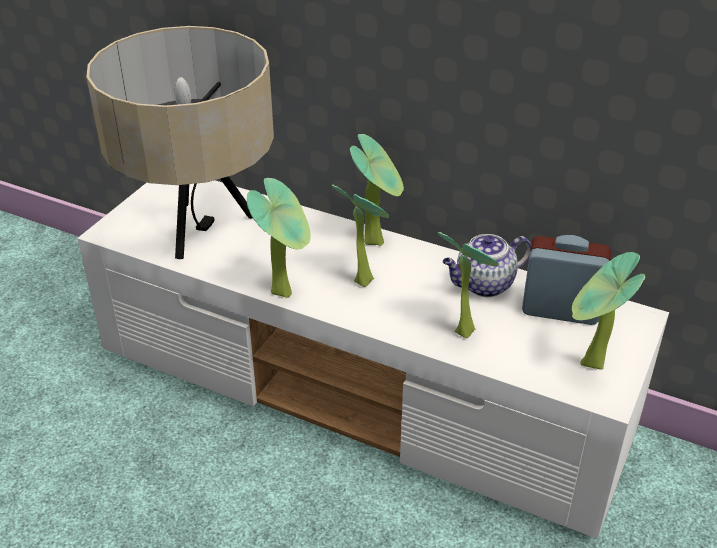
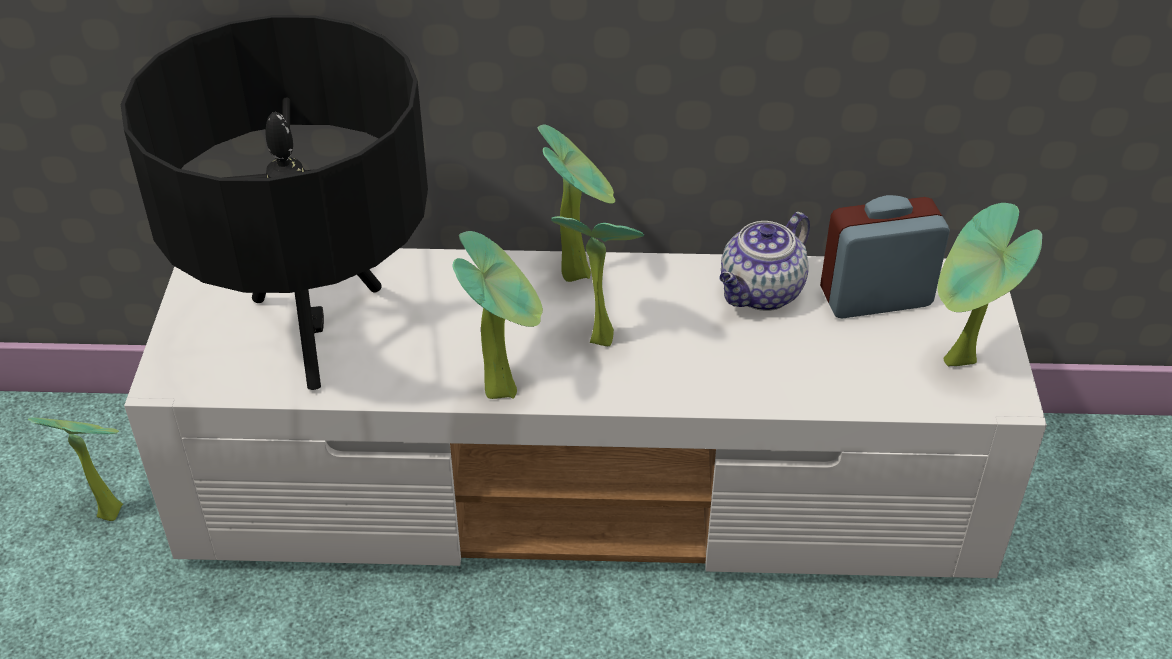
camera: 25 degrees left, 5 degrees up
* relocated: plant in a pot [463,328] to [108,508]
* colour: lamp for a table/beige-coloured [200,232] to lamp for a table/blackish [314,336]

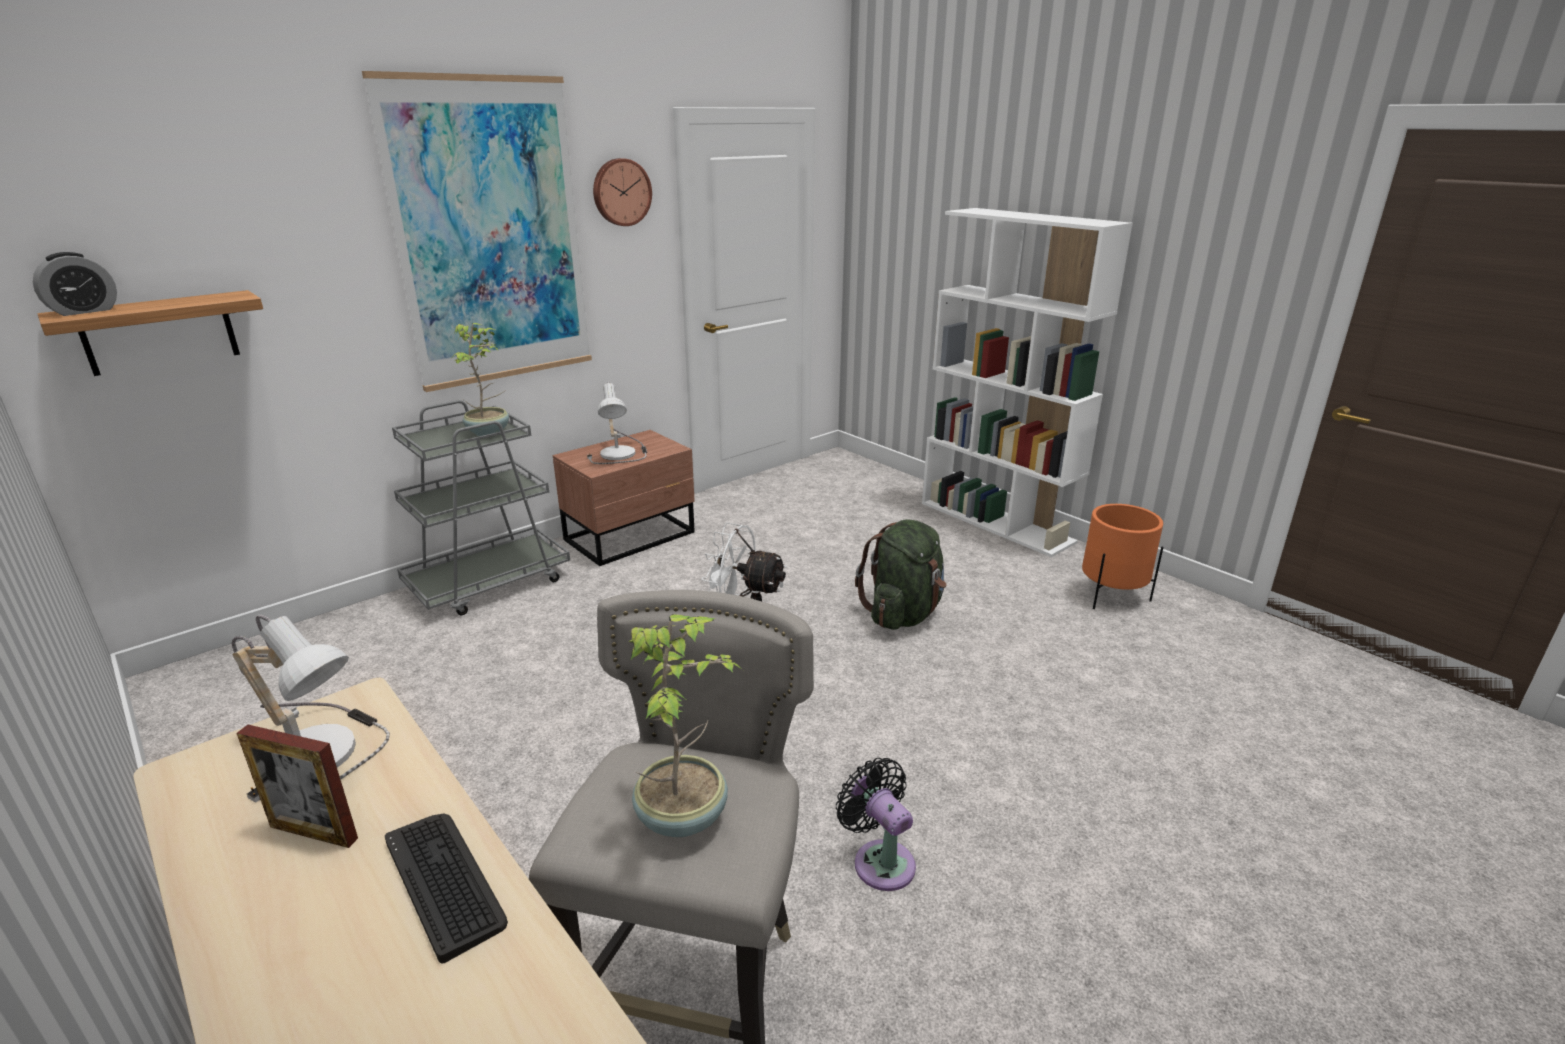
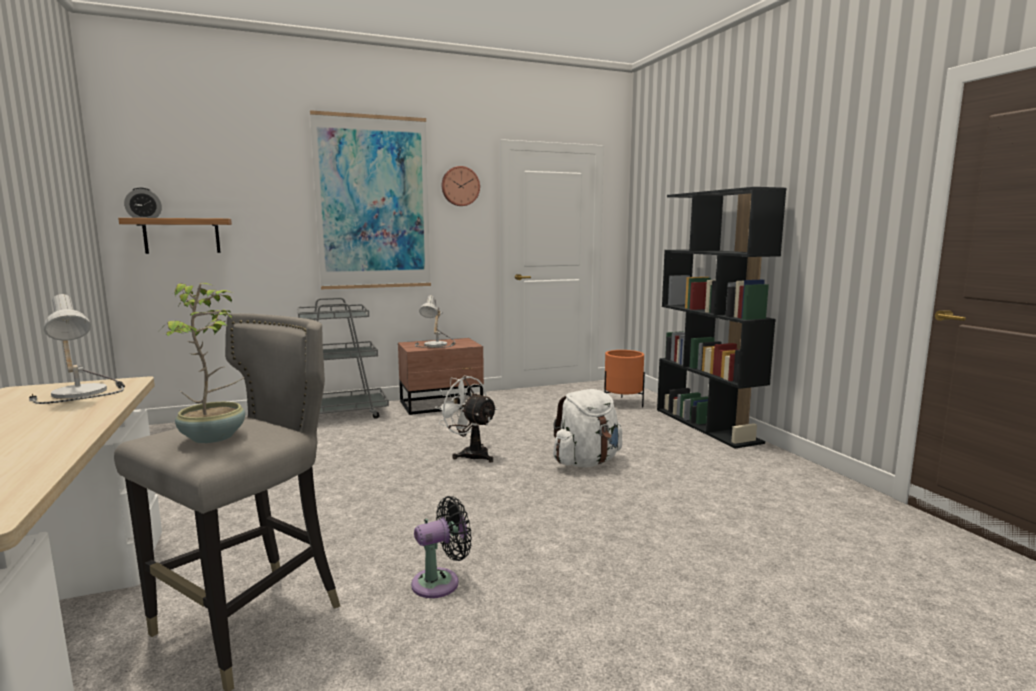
camera: 20 degrees right, 15 degrees down
* missing: picture frame [314,832]
* missing: PC keyboard [444,881]
* missing: plant in a pot [489,432]
* relocated: plant pot/orange-coloured [1111,595] to [623,403]
* colour: rucksack/green [903,614] to rucksack/whitish [586,462]
* colour: shelving unit/whitish [997,522] to shelving unit/blackish [707,425]
* spun: fan/blackish [880,860] = [440,582] 75 degrees clockwise

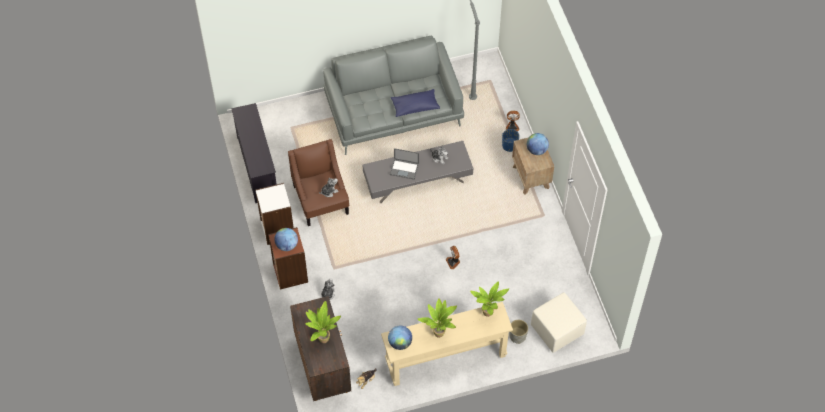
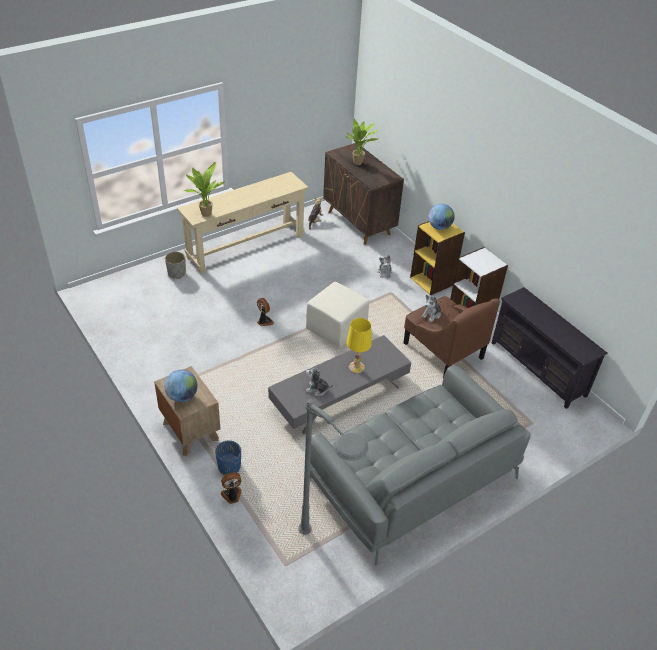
camera: 160 degrees right, 15 degrees down
* missing: world globe [400,343]
* missing: throw pillow/bluish [415,106]
* missing: plant in a pot [438,332]
* relocated: ottoman/beige-coloured [556,330] to [336,328]
* exchanged: portable computer [404,169] to lamp for a table/yellow [356,367]
* colour: shelving unit/brown [290,273] to shelving unit/yellow [432,281]

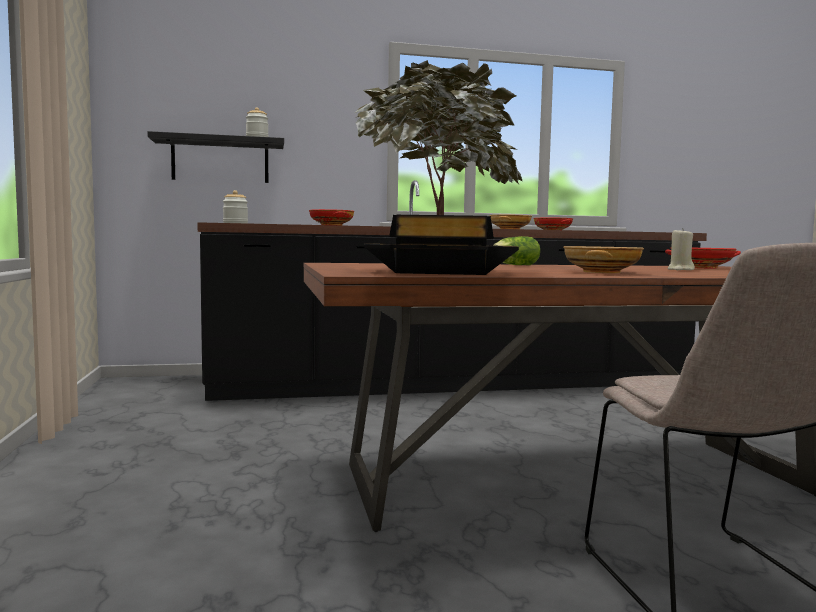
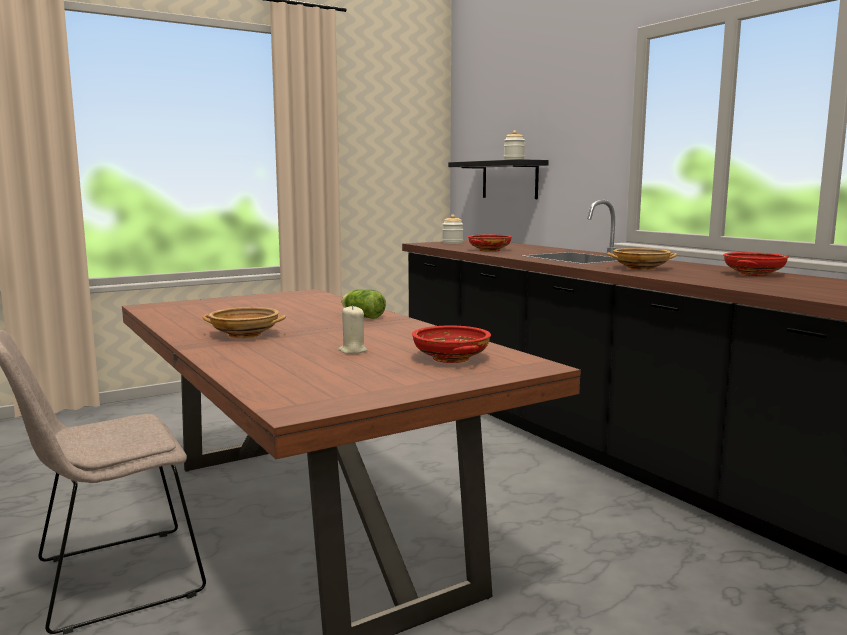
camera: 70 degrees right, 5 degrees up
* missing: plant in a pot [440,271]

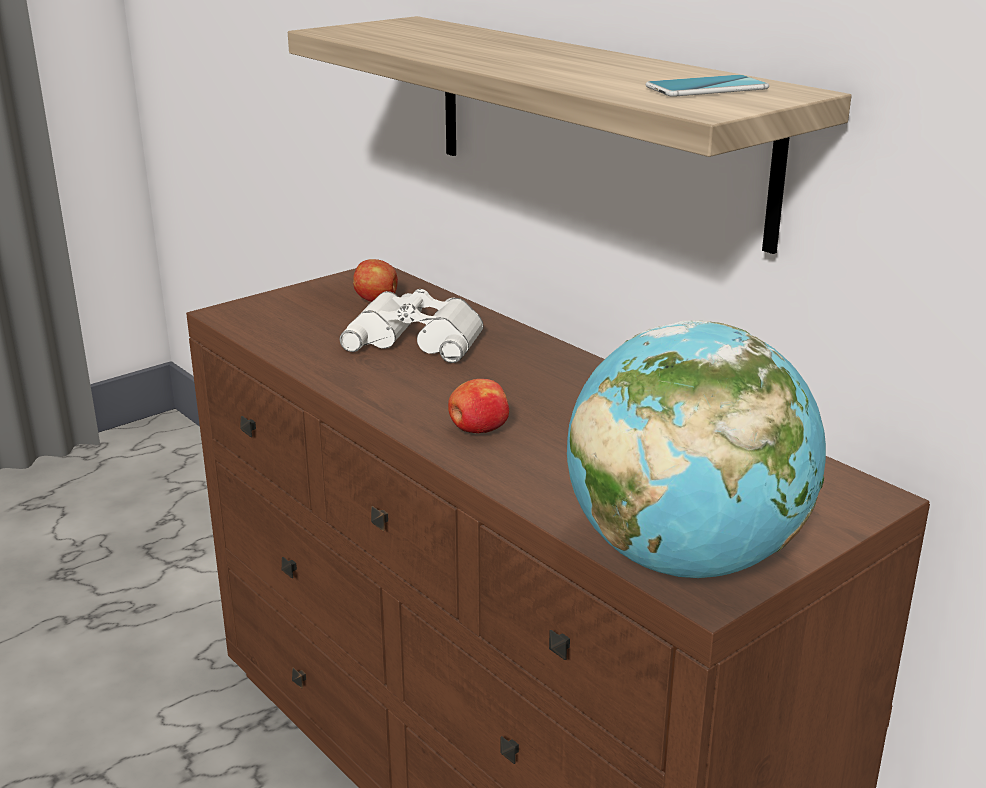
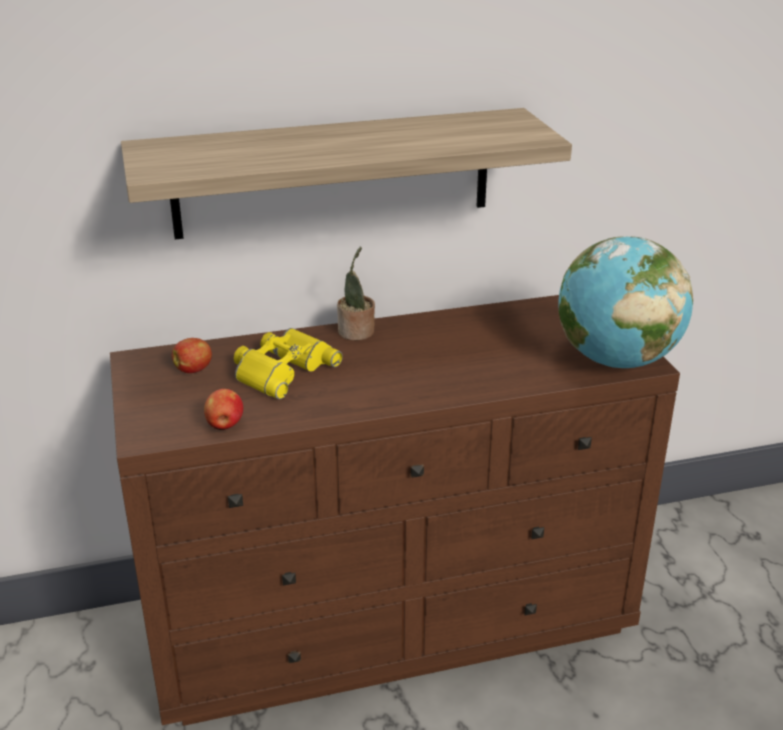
camera: 65 degrees left, 5 degrees up
* missing: handset [707,88]
* appeared: plant in a pot [356,333]
* relocated: apple fruit [478,430] to [224,425]
* colour: field glasses/whitish [418,338] to field glasses/yellow [282,369]

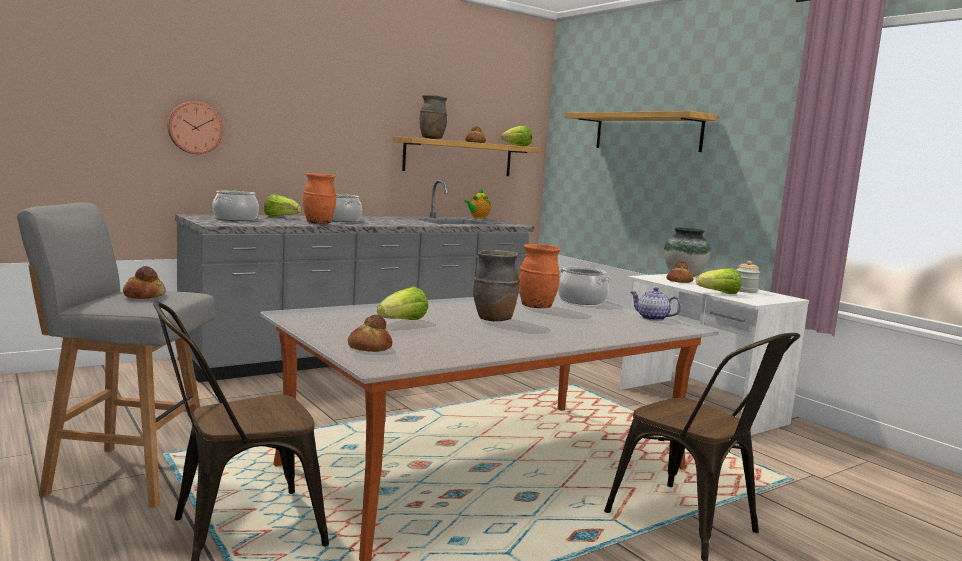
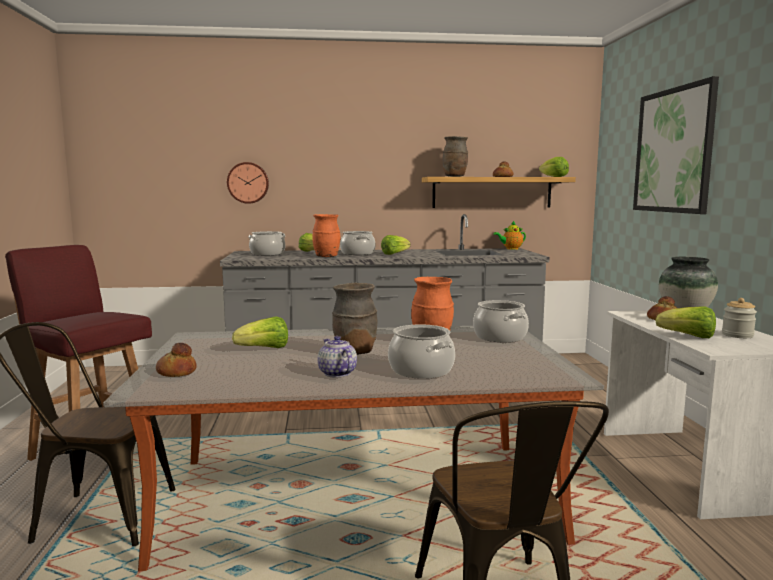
camera: 30 degrees right, 0 degrees up
* missing: bread [143,295]
* appeared: lettuce [394,254]
* appeared: cooking pot [421,370]
* relocated: tea pot [652,318] to [336,373]
* exchanged: wall shelf [647,132] to picture [673,150]
* colour: stool seat/gray [126,475] to stool seat/red-coloured [92,453]

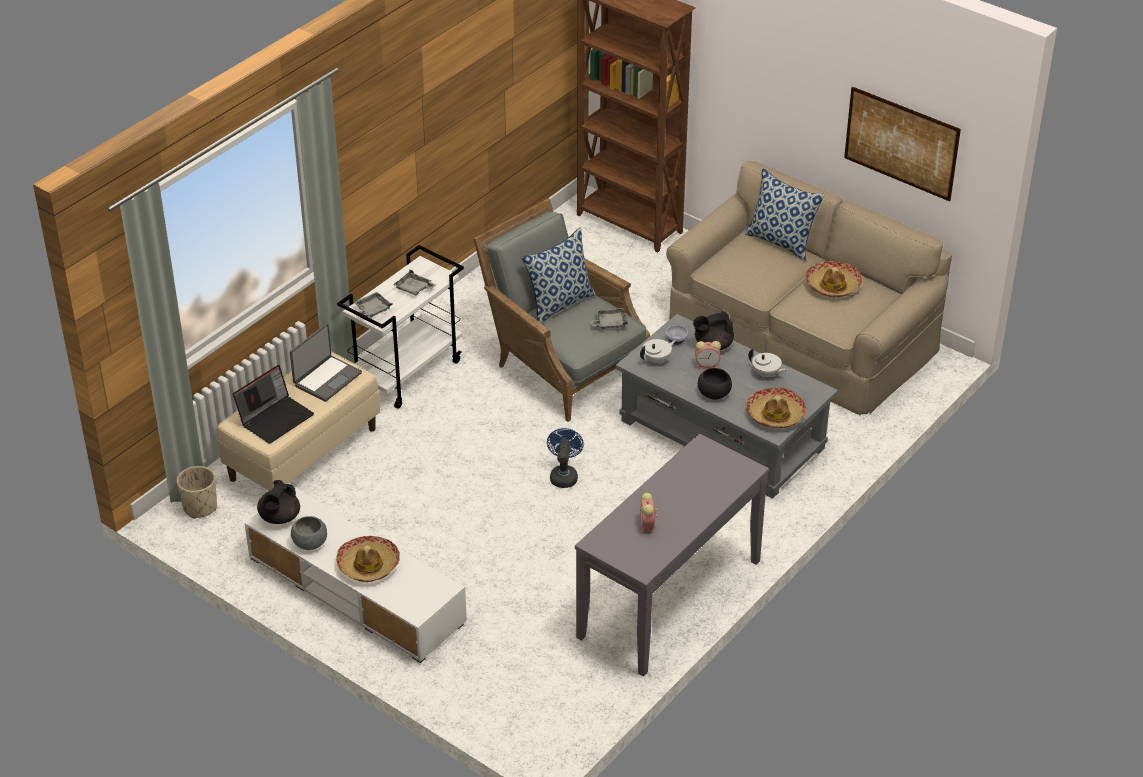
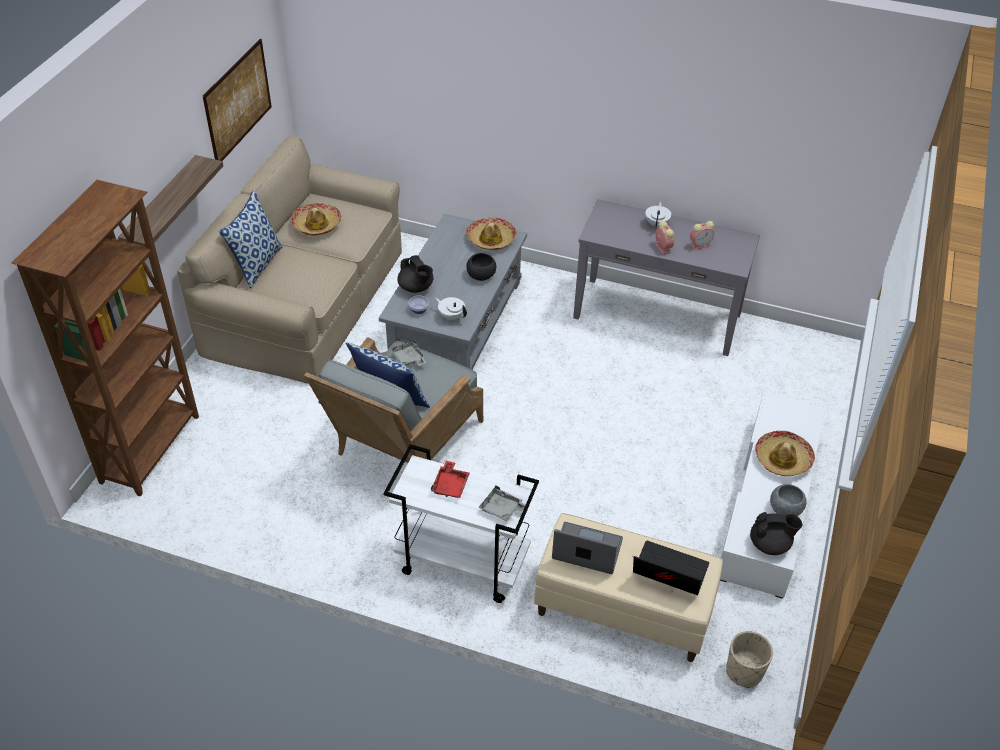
camera: 110 degrees left, 5 degrees up
* missing: fan/bluish [564,475]
* appeared: wall shelf [161,208]
* relocated: table clock [708,365] to [662,247]
* relocated: tea pot/whitish [766,374] to [657,224]
* colour: serving tray/gray [414,288] to serving tray/red-coloured [450,485]

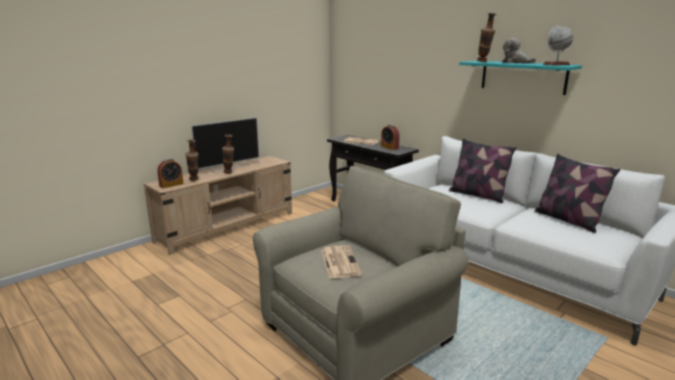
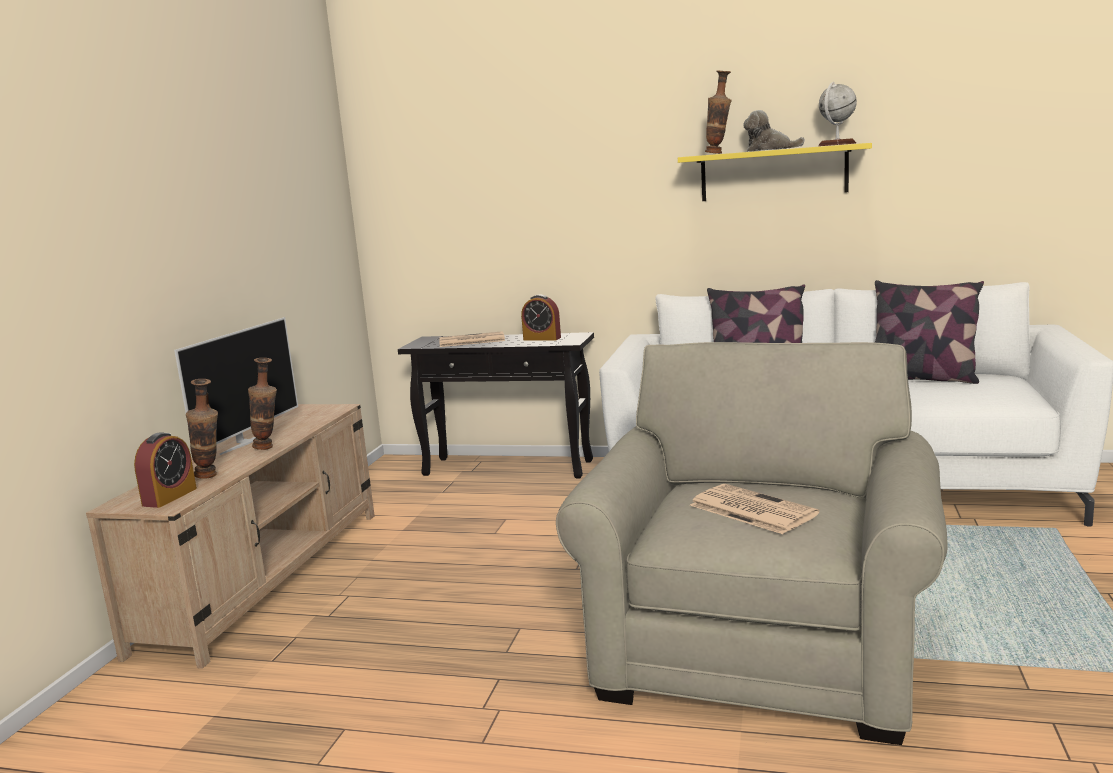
camera: 30 degrees left, 5 degrees down
* colour: wall shelf/blue-green [523,77] to wall shelf/yellow [773,173]

